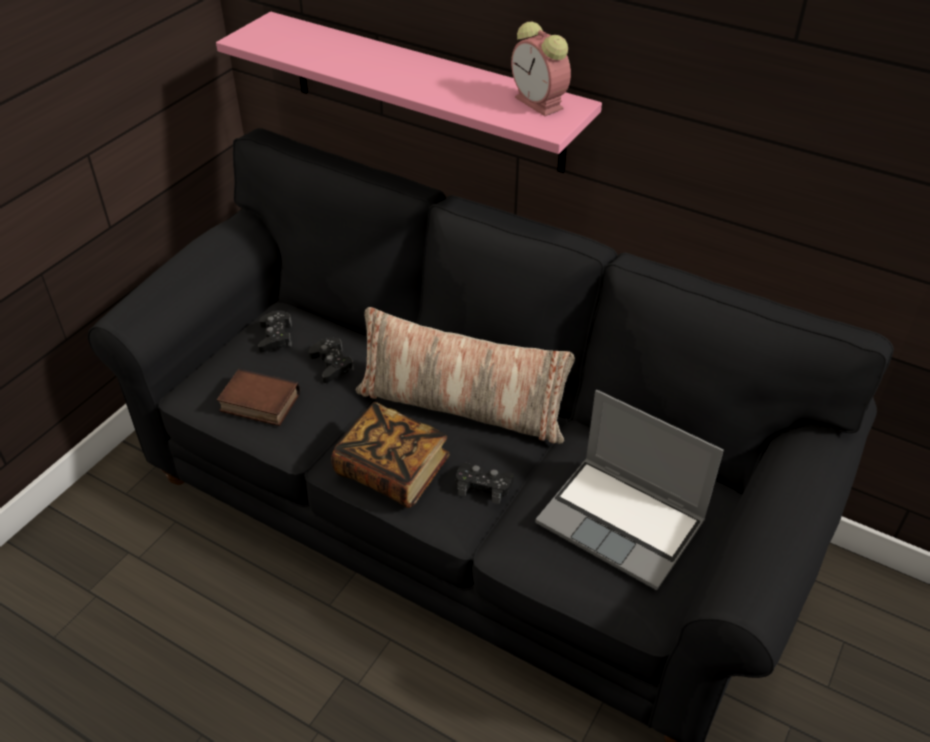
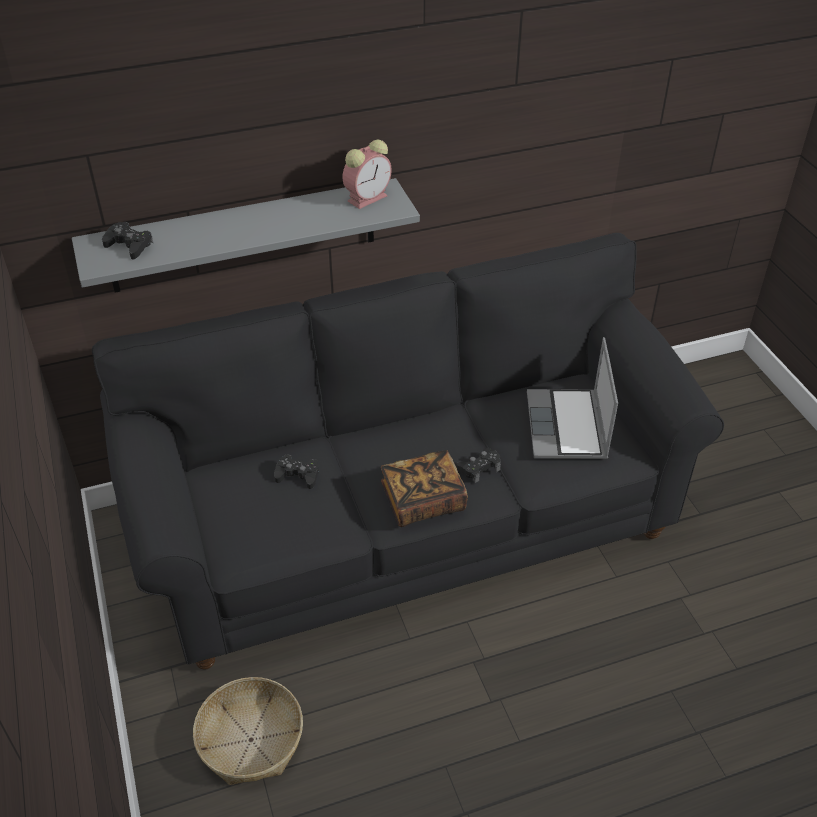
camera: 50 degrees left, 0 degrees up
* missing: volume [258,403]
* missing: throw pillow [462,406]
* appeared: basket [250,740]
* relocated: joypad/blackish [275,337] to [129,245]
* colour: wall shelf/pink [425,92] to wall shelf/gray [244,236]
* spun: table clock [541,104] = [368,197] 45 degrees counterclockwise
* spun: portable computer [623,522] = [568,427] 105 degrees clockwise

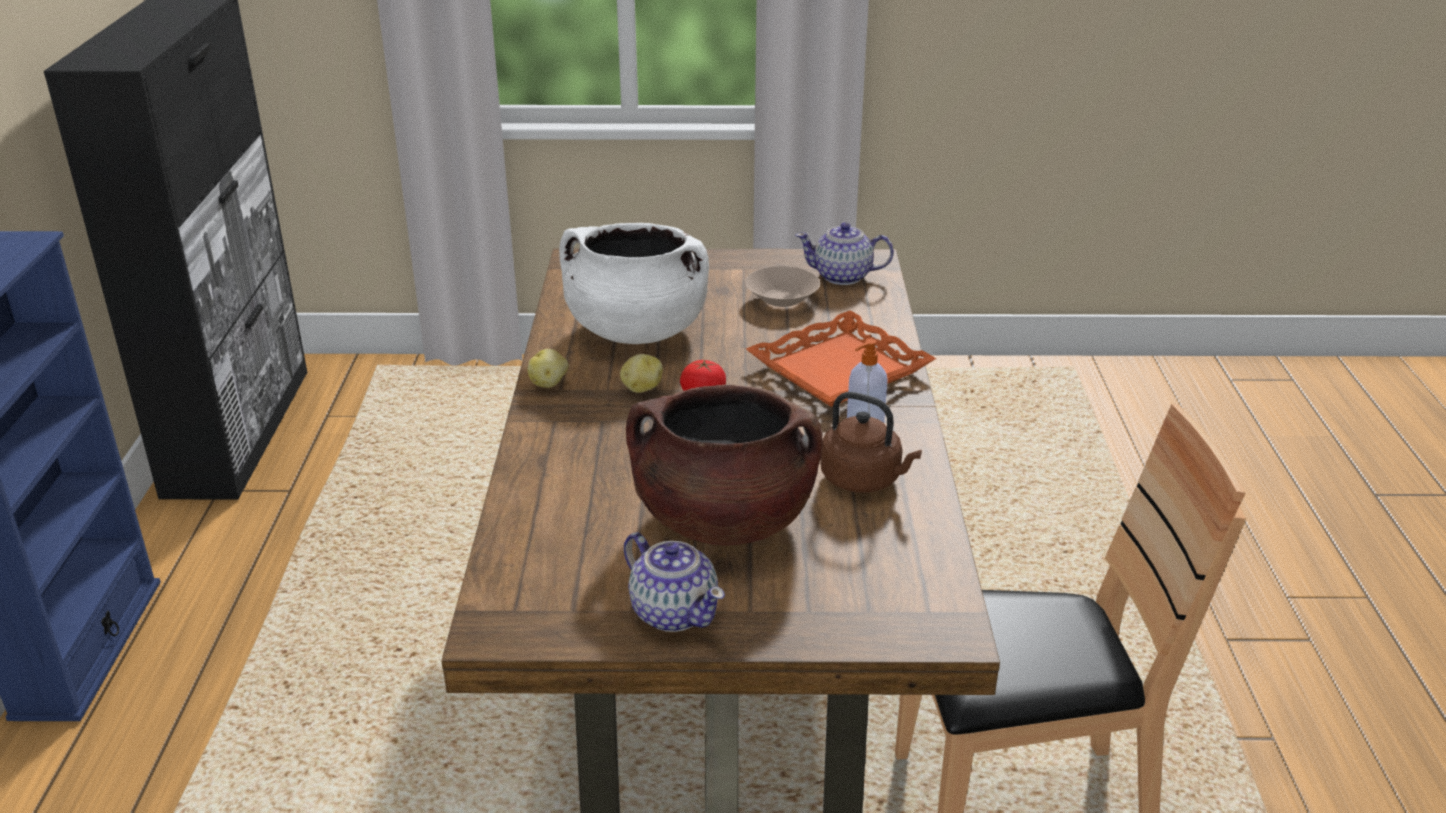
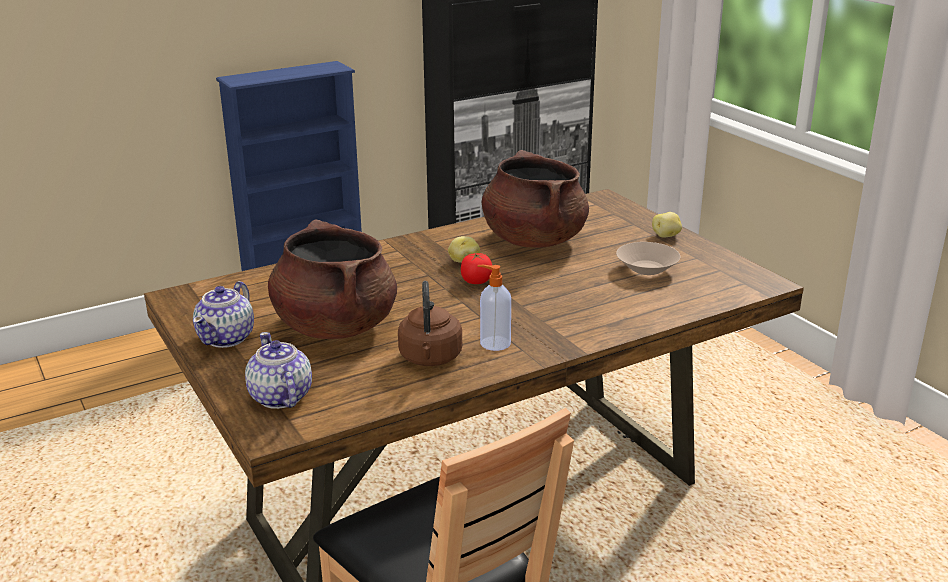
camera: 60 degrees right, 5 degrees down
* missing: serving tray/orange-coloured [840,370]
* relocated: whole potato [549,383] to [666,236]
* relocated: tea pot [843,276] to [280,397]
* colour: cooking pot/whitish [636,331] to cooking pot/brown [533,240]

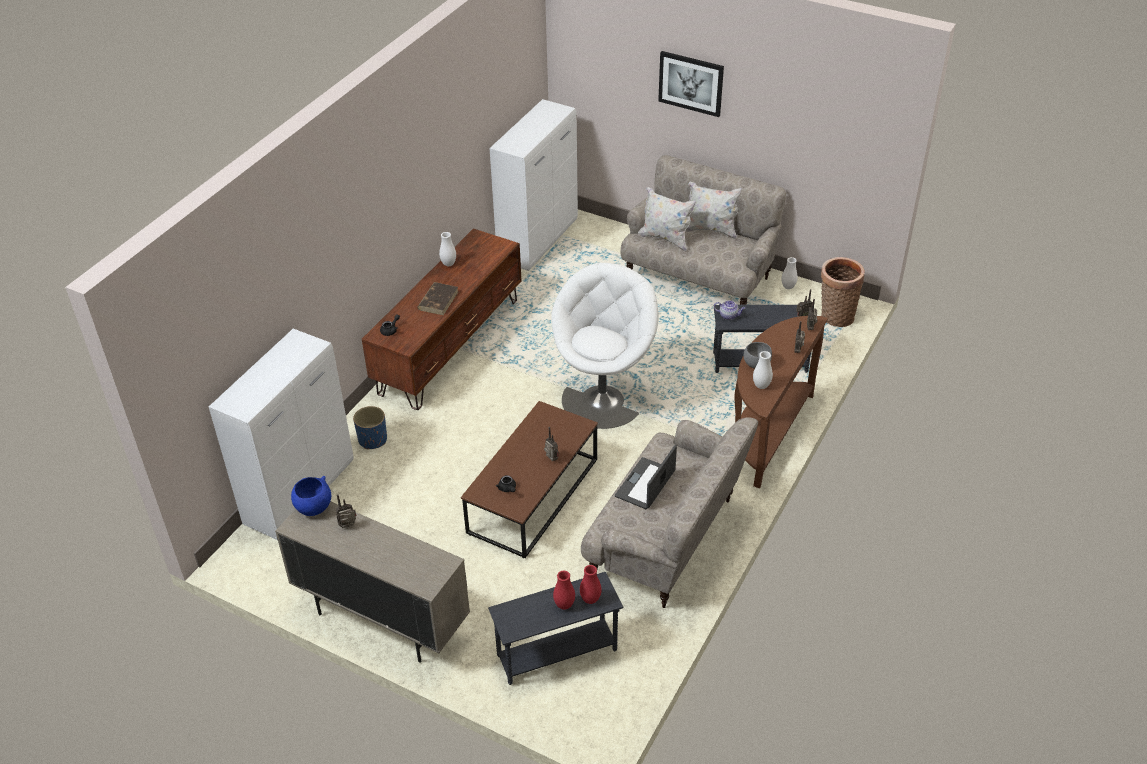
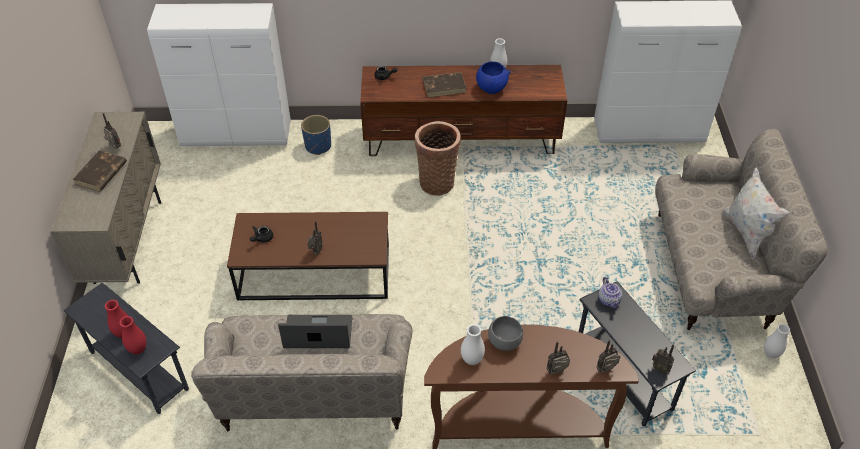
camera: 60 degrees right, 5 degrees up
* missing: armchair/whitish [603,399]
* missing: throw pillow/whitish [665,239]
* missing: picture [691,83]
* appeared: volume/brown [101,174]
* relocated: serving bowl/bluish [313,508] to [491,88]
* relocated: basket [835,316] to [437,181]

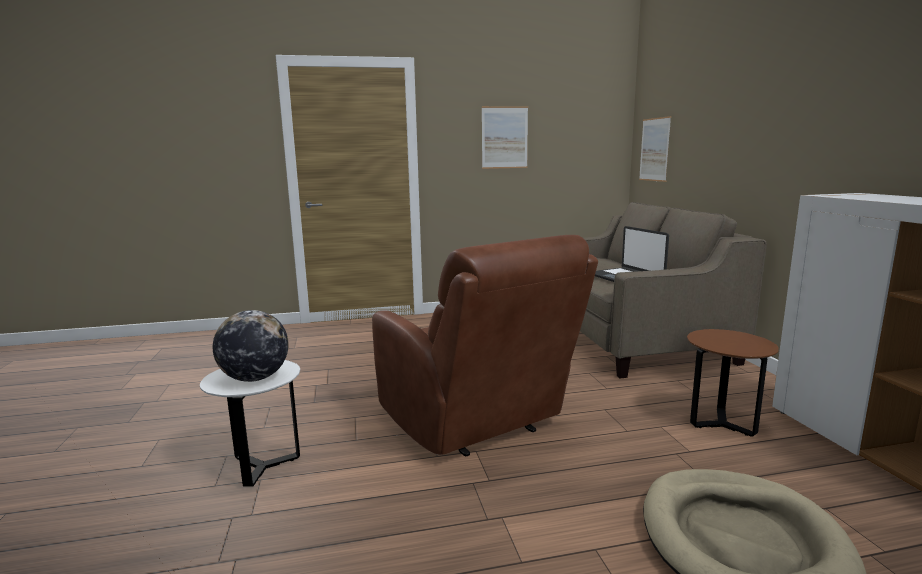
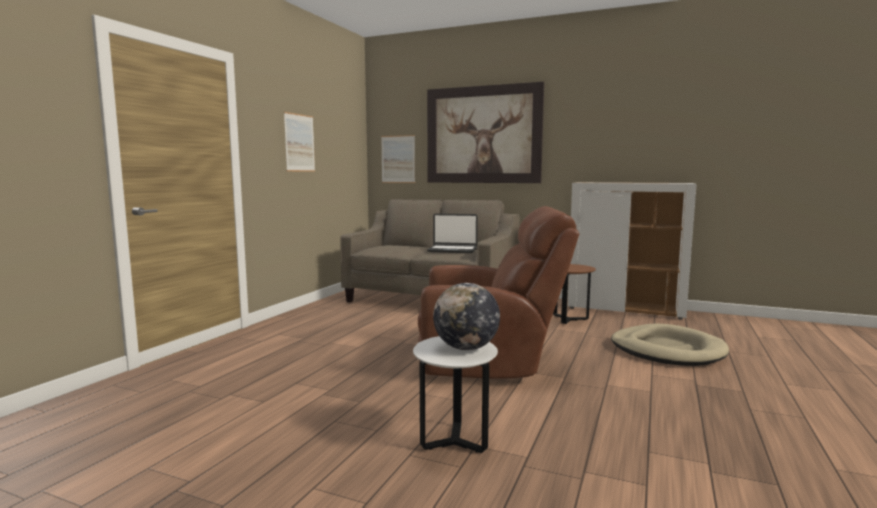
camera: 55 degrees left, 5 degrees down
* appeared: picture [483,135]

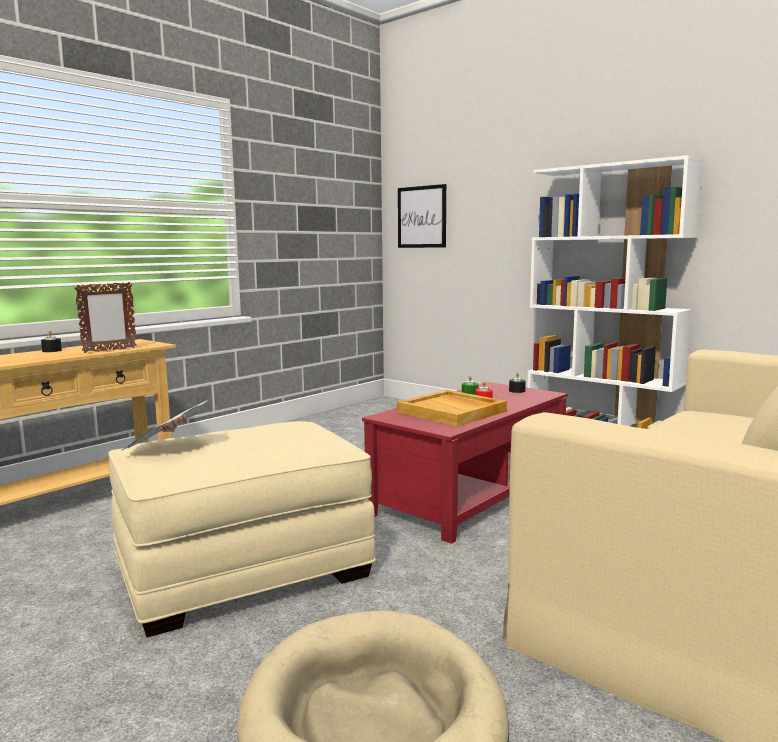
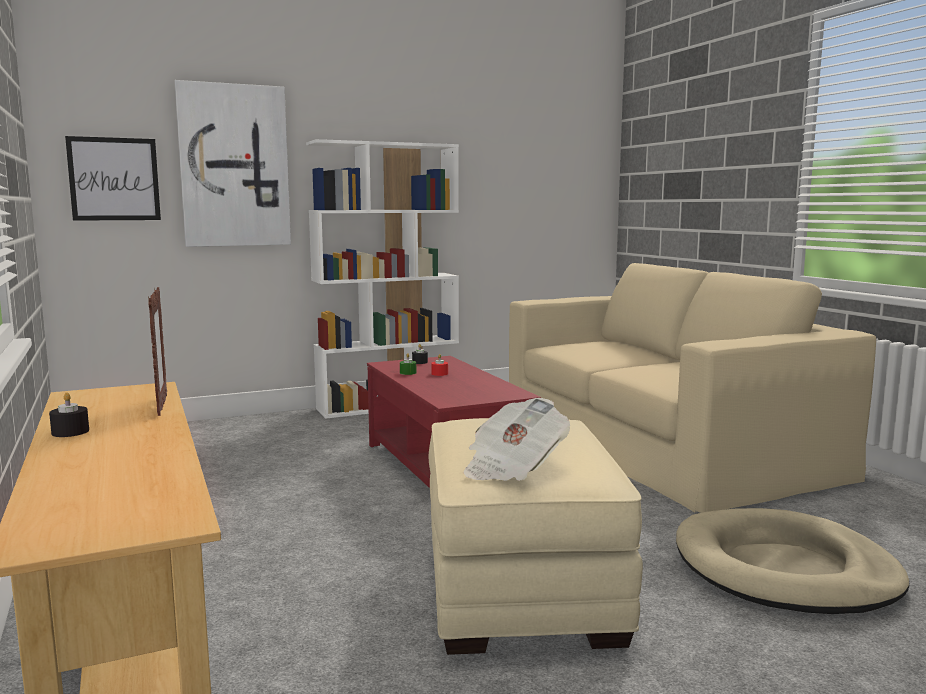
camera: 65 degrees left, 0 degrees up
* missing: serving tray/beige-coloured [452,412]
* appeared: picture [234,166]

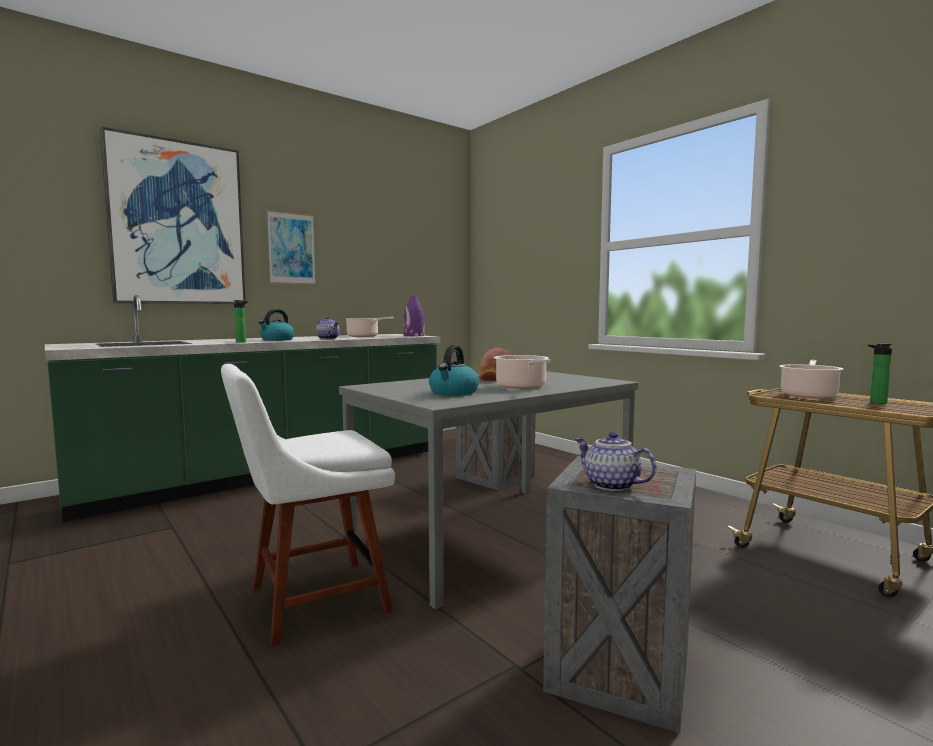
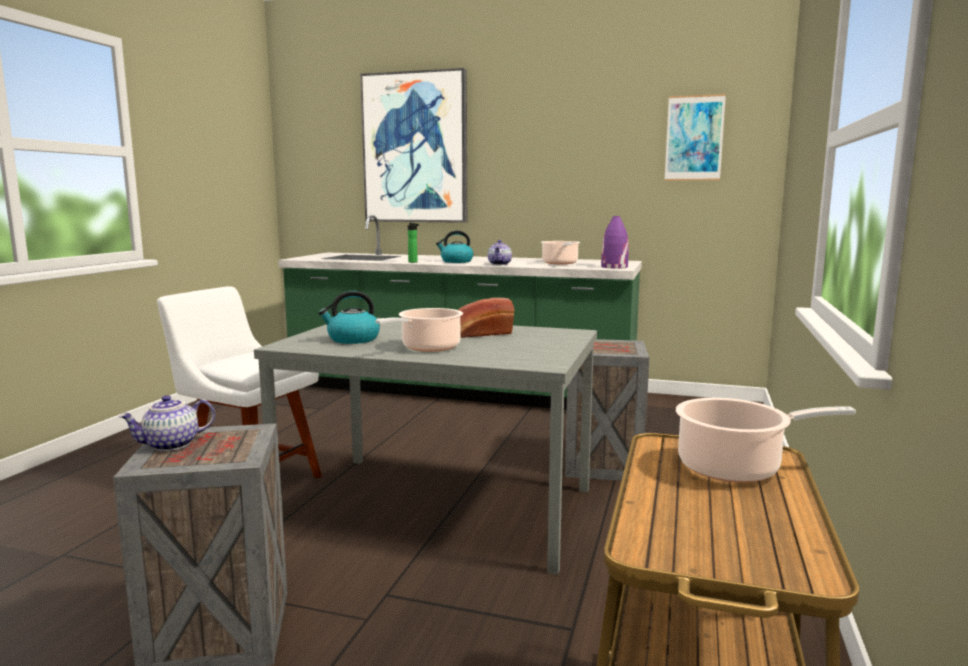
camera: 55 degrees right, 5 degrees up
* missing: beverage bottle [875,402]
* relocated: picture [291,248] to [694,138]
* spun: tea pot [610,485] = [171,445] 135 degrees counterclockwise

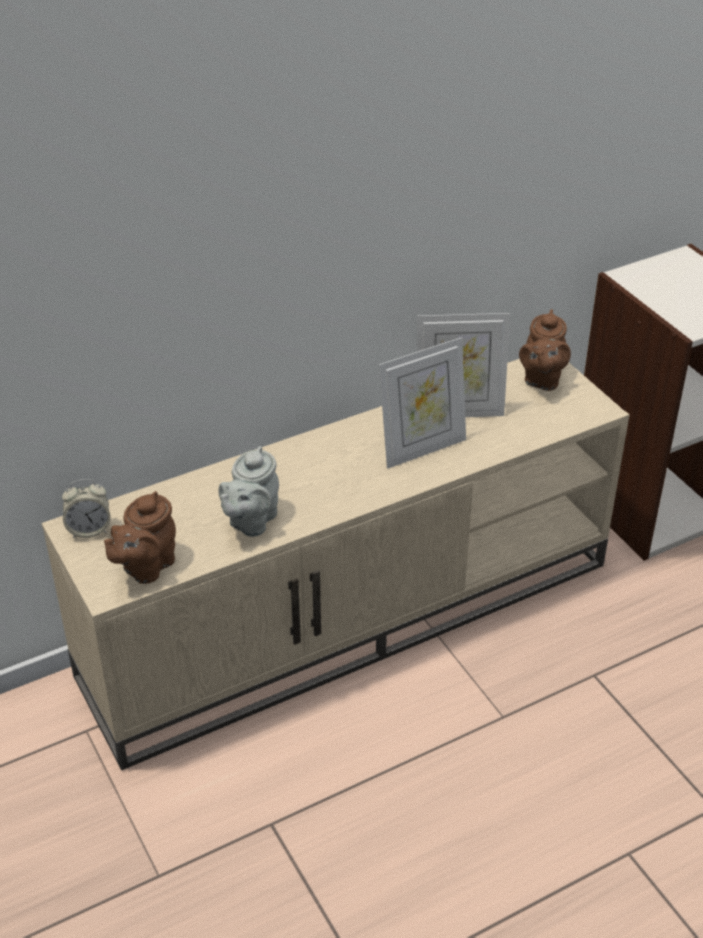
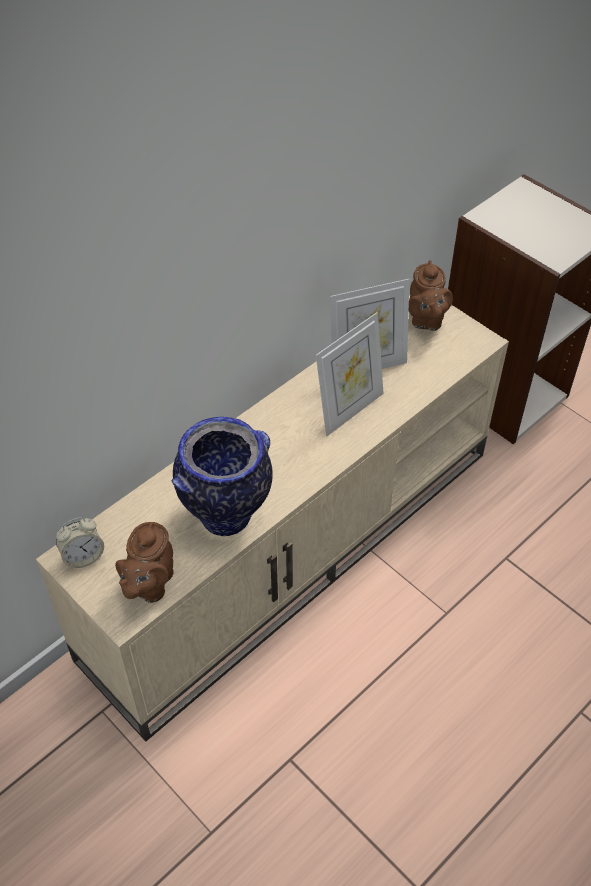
camera: 15 degrees left, 10 degrees up
* exchanged: tea pot/gray [251,521] to flower vase [227,516]

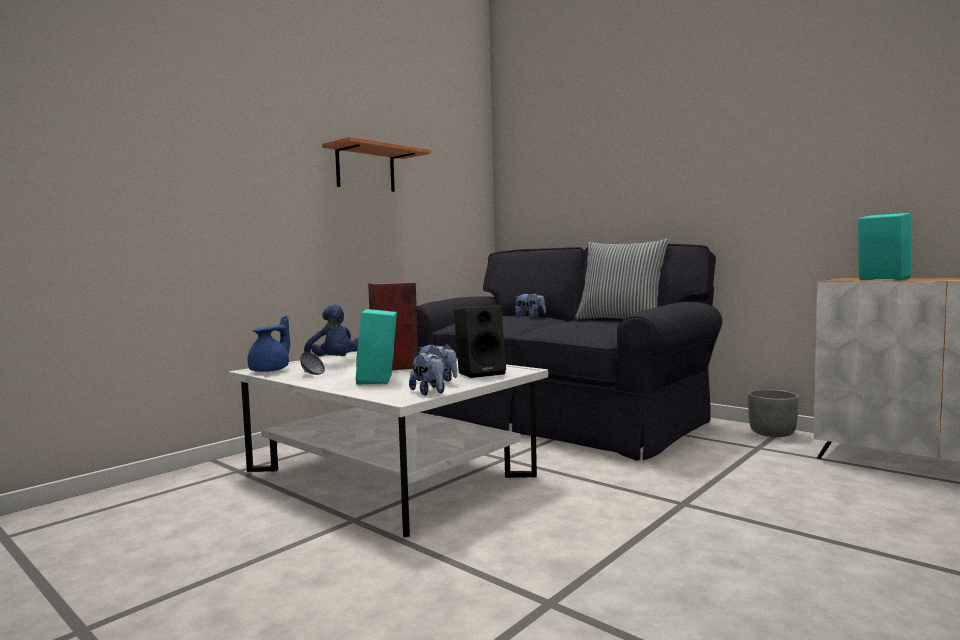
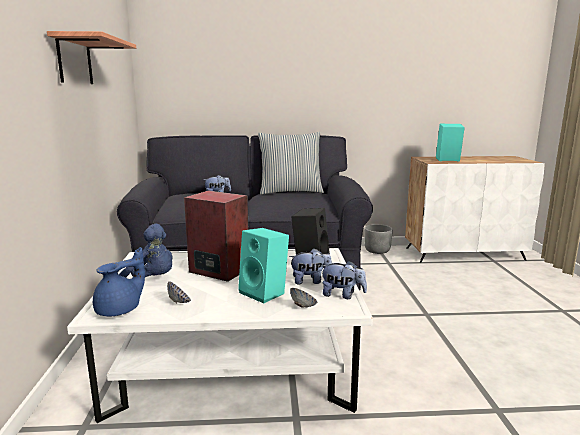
camera: 45 degrees left, 10 degrees up
* appeared: serving bowl [303,307]
* spun: tea pot/bluish [271,370] = [120,310] 60 degrees clockwise

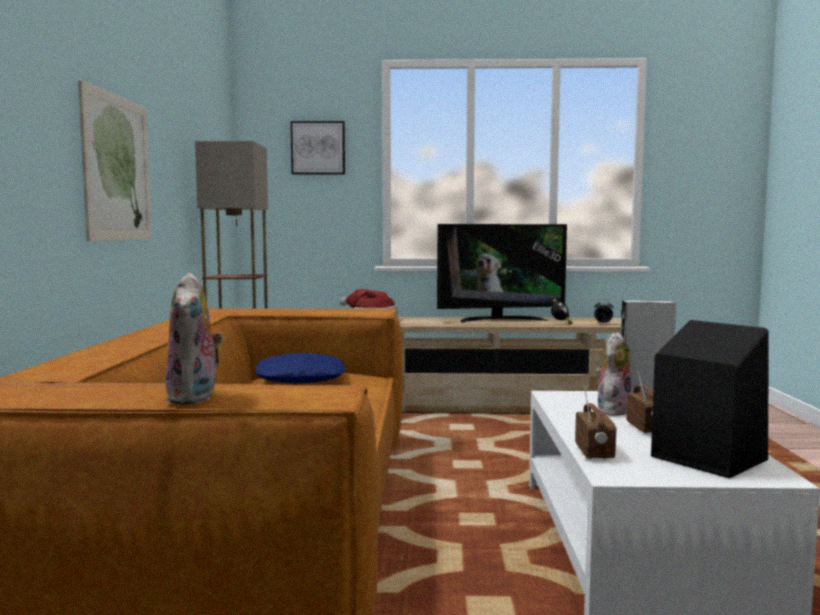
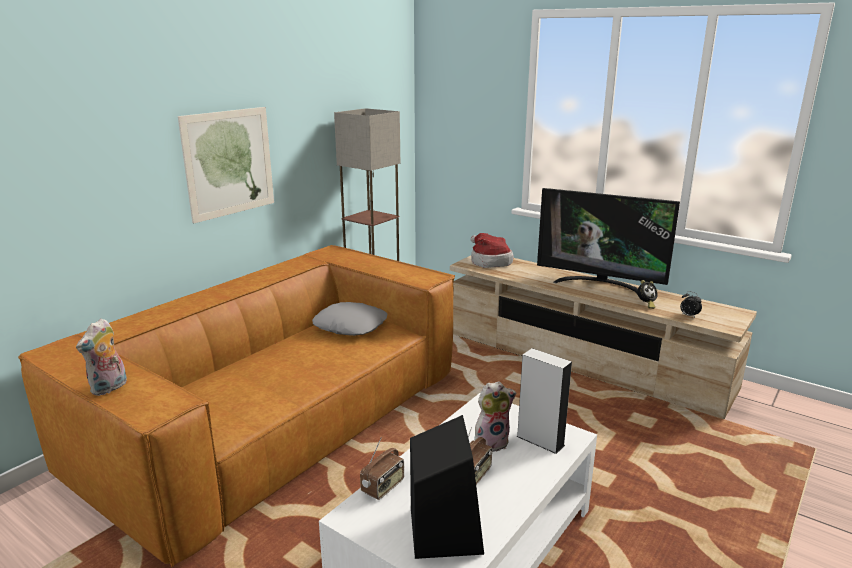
camera: 35 degrees right, 15 degrees up
* missing: picture [318,148]
* colour: throw pillow/bluish [300,379] to throw pillow/gray [350,326]

